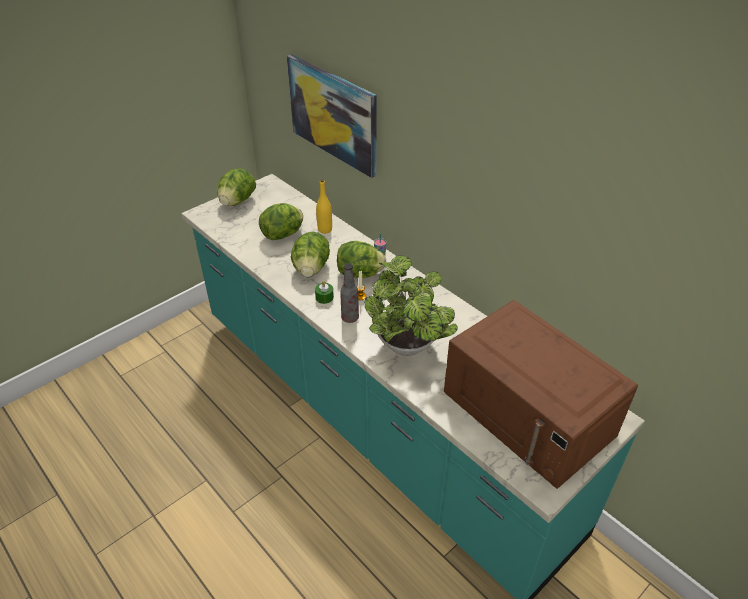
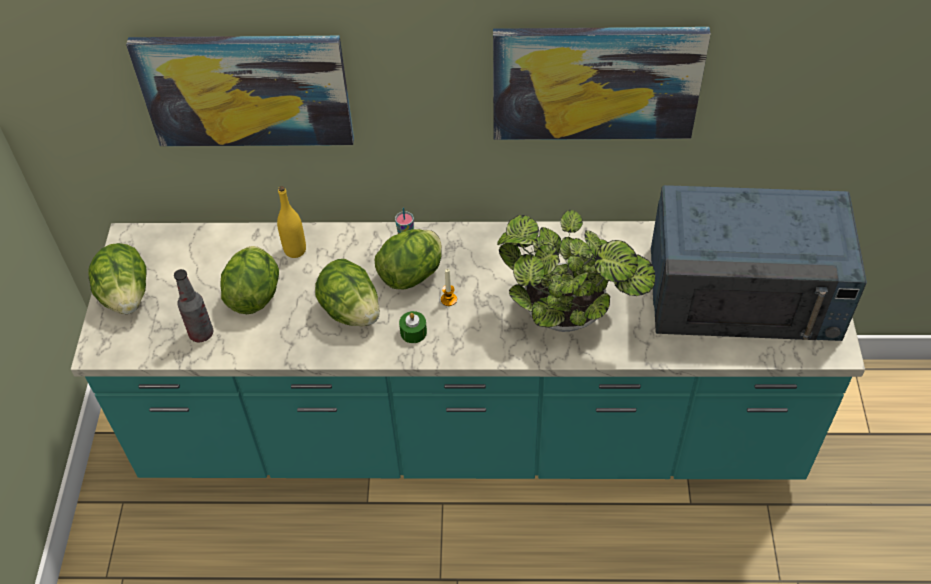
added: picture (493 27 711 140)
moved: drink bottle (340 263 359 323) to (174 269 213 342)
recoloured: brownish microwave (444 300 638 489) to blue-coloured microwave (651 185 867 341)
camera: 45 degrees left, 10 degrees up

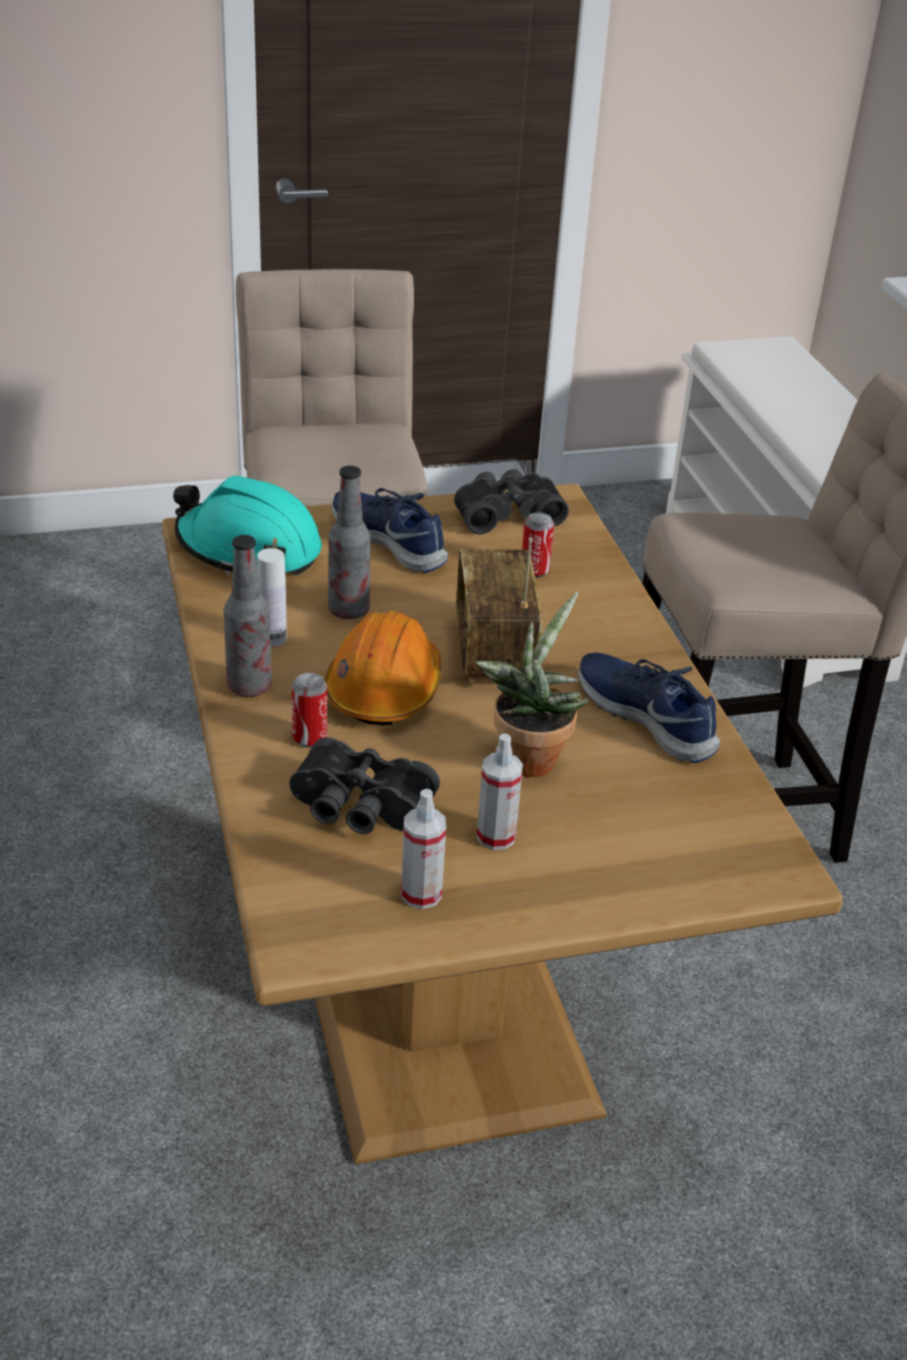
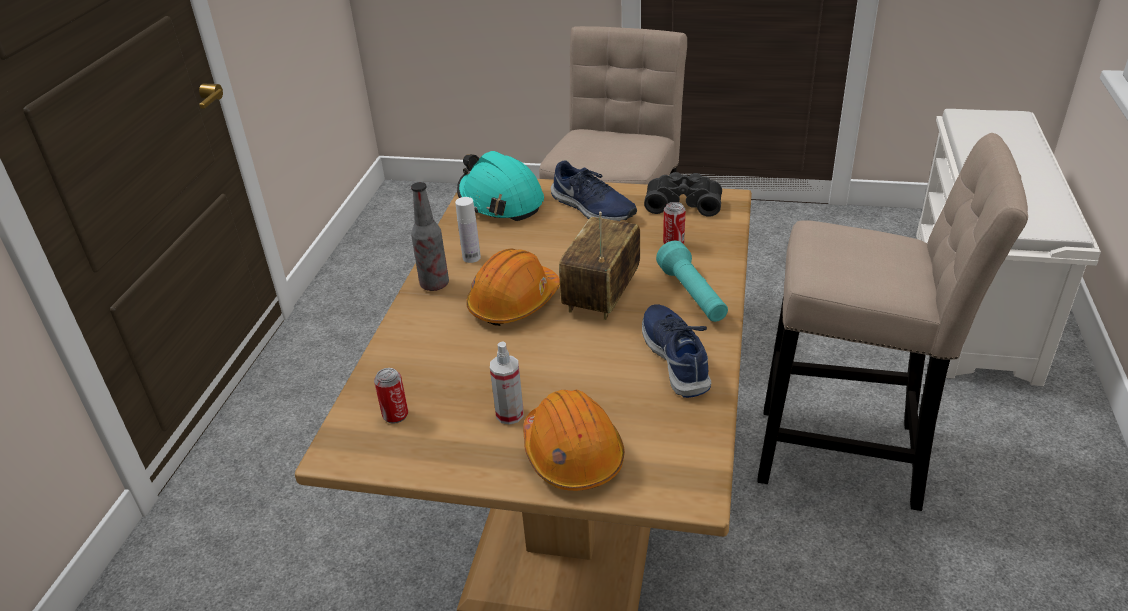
removed: drink bottle (328 466 371 619); potted plant (476 592 588 777); black-coloured pair of binoculars (289 737 440 834); hand sprayer (401 789 446 909)
added: turquoise-coloured flashlight (656 241 728 322); orangey hard hat (523 390 625 491)
moved: can (292 673 327 748) to (374 368 408 424)
turned: blue-coloured low shoe (332 488 448 573) = (551 160 637 221) 150 degrees clockwise
camera: 30 degrees right, 0 degrees up

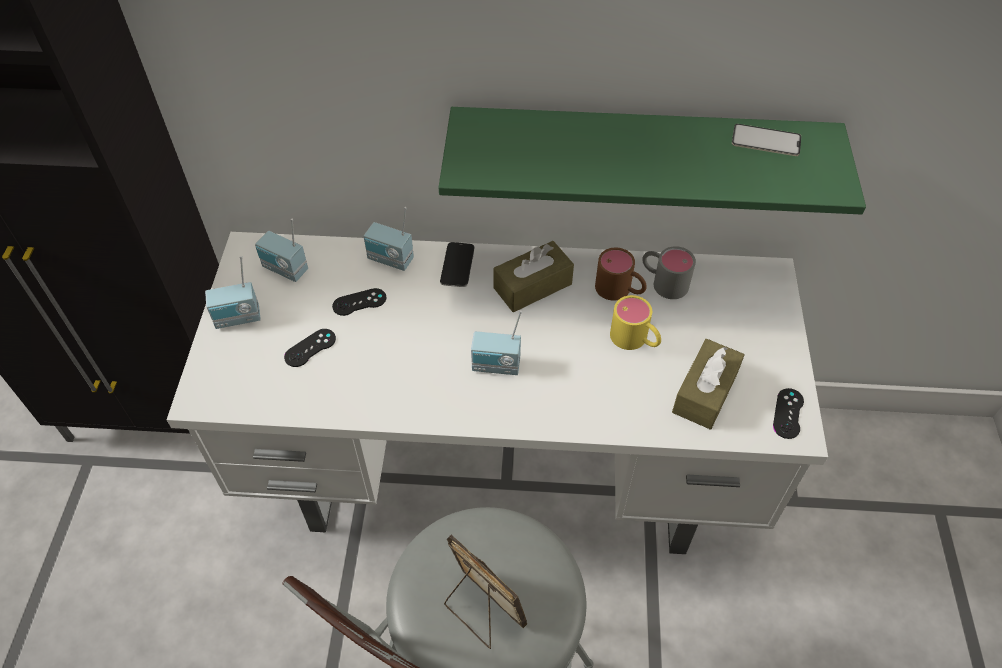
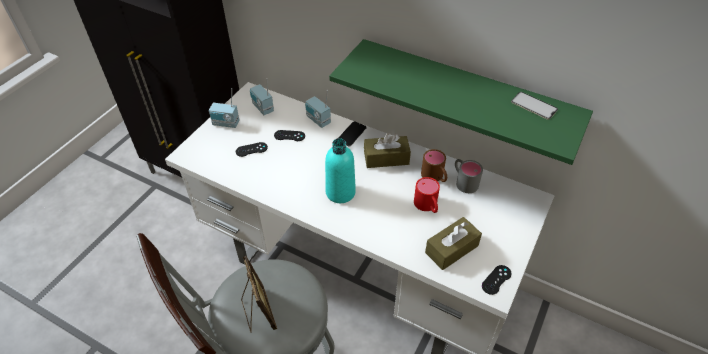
replaced: radio set (471 310 522 375) to turquoise-coloured drink bottle (325 138 356 203)
recoloured: yellowish coffee mug (610 295 661 350) to reddish coffee mug (414 177 440 213)
camera: 25 degrees right, 5 degrees down

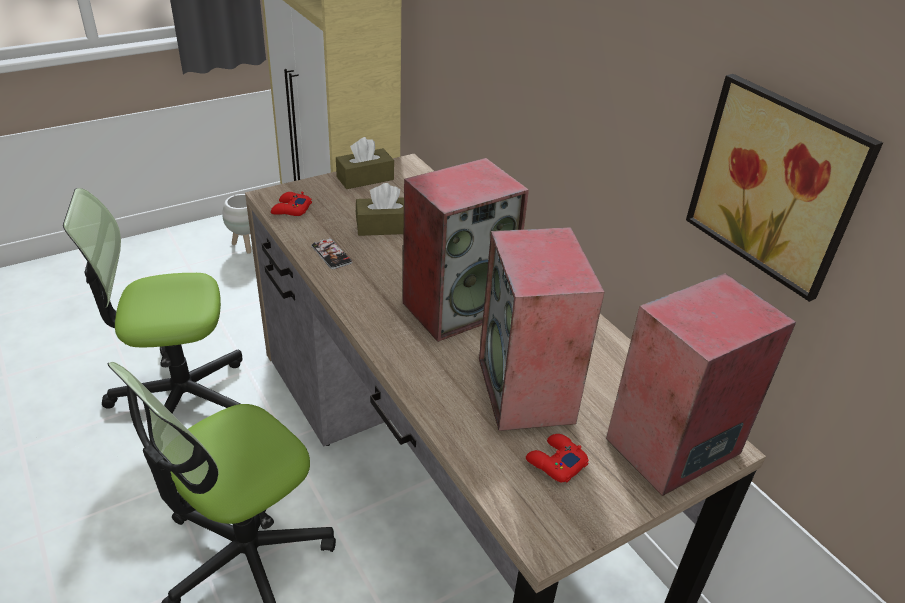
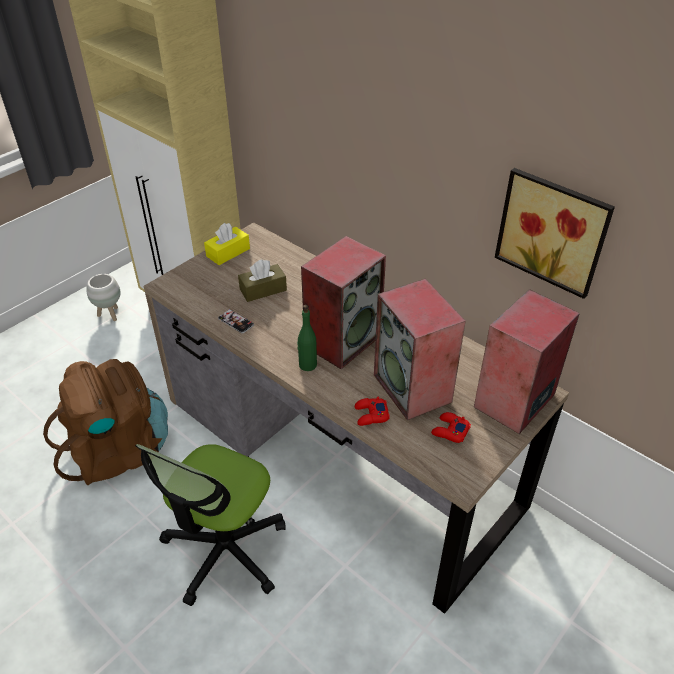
added: green drink bottle (297 305 317 371)
moved: reddish game controller (271 191 312 216) to (355 397 390 426)
replaced: desk chair (63 188 243 444) to brownish knapsack (43 359 168 485)
recoloured: brownish tissue holder (336 137 394 189) to yellowish tissue holder (204 223 250 265)
camera: 15 degrees left, 5 degrees up

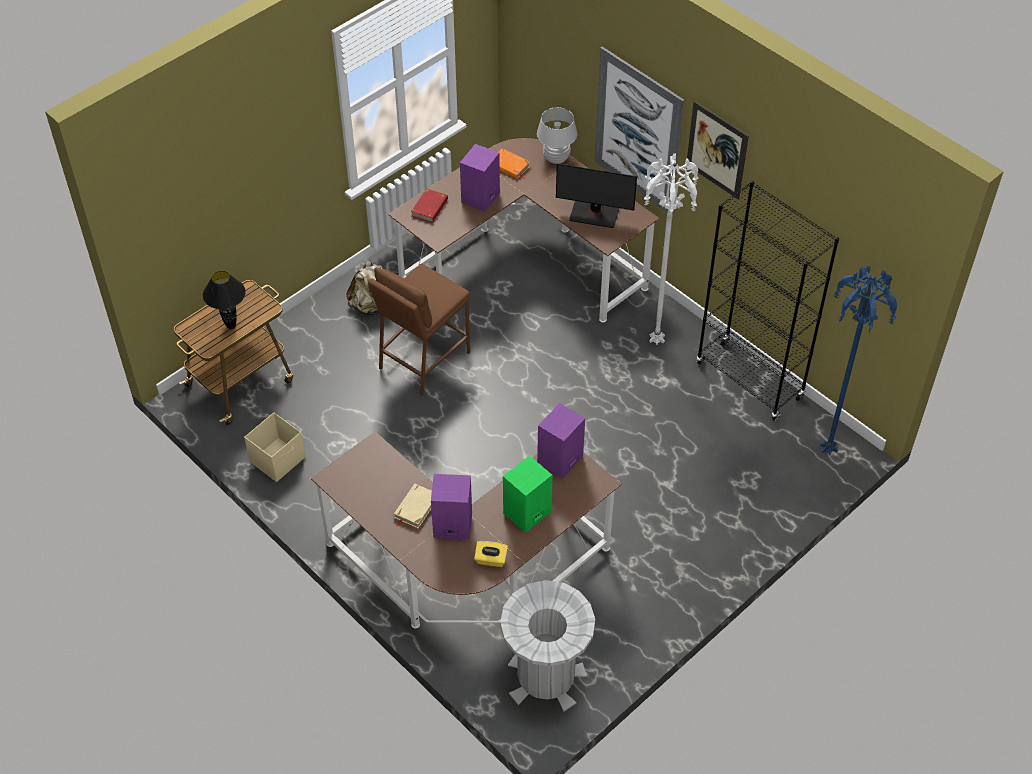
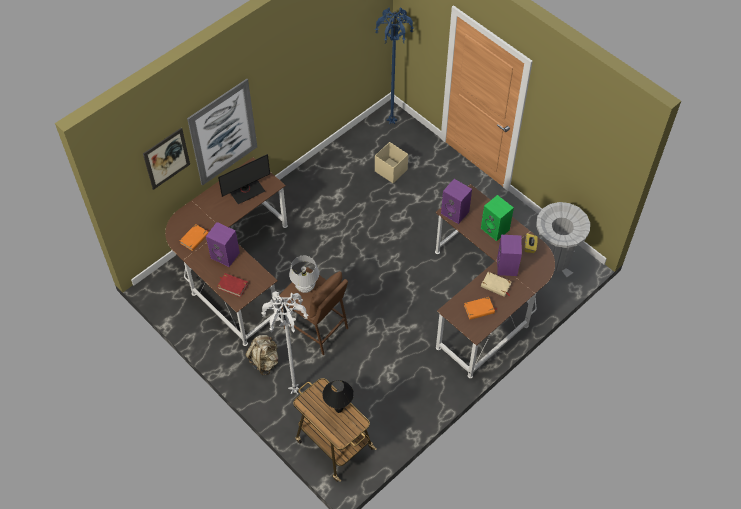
removed: black-coloured bookcase (697 181 839 421)
added: orangey book (464 297 497 320)
moved: picture (687 101 749 199) to (143 128 190 190); white table lamp (537 107 577 164) to (289 256 319 293); white standard lamp (644 154 699 346) to (261 291 309 394); beige-coloured storage container (244 412 305 482) to (375 142 408 183)
turned: monitor (556 163 637 228) = (218 154 270 204) 45 degrees clockwise
camera: 90 degrees left, 5 degrees up

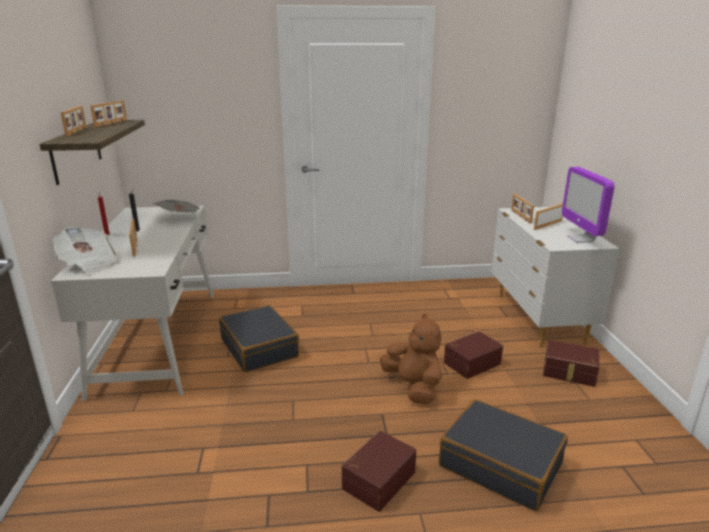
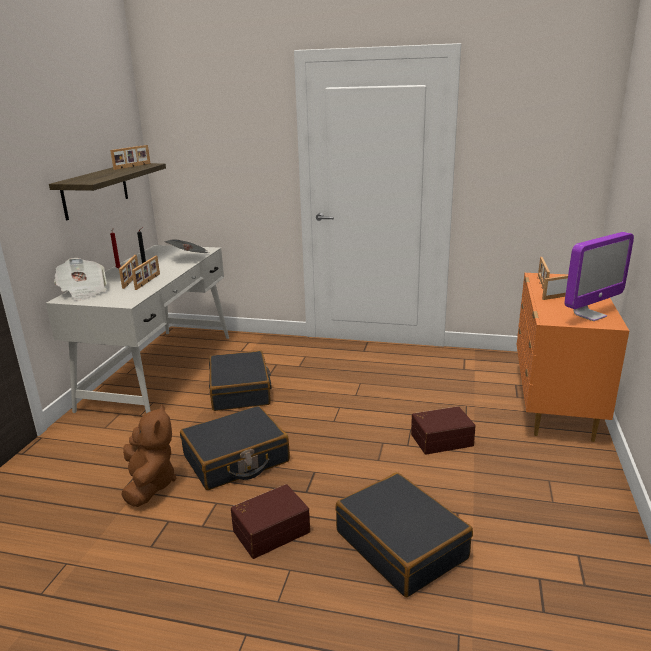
removed: brownish storage container (543 340 600 387)
added: black-coloured piece of luggage (180 406 290 490)
moved: standing frame (60 106 87 136) to (132 256 160 290); brownish cuddly toy (379 314 442 404) to (121 404 176 507)
recoloured: white dresser (491 207 620 347) to orangey dresser (517 273 629 442)
turned: monitor (562 167 615 243) = (564 232 634 321) 135 degrees counterclockwise
camera: 20 degrees right, 0 degrees up

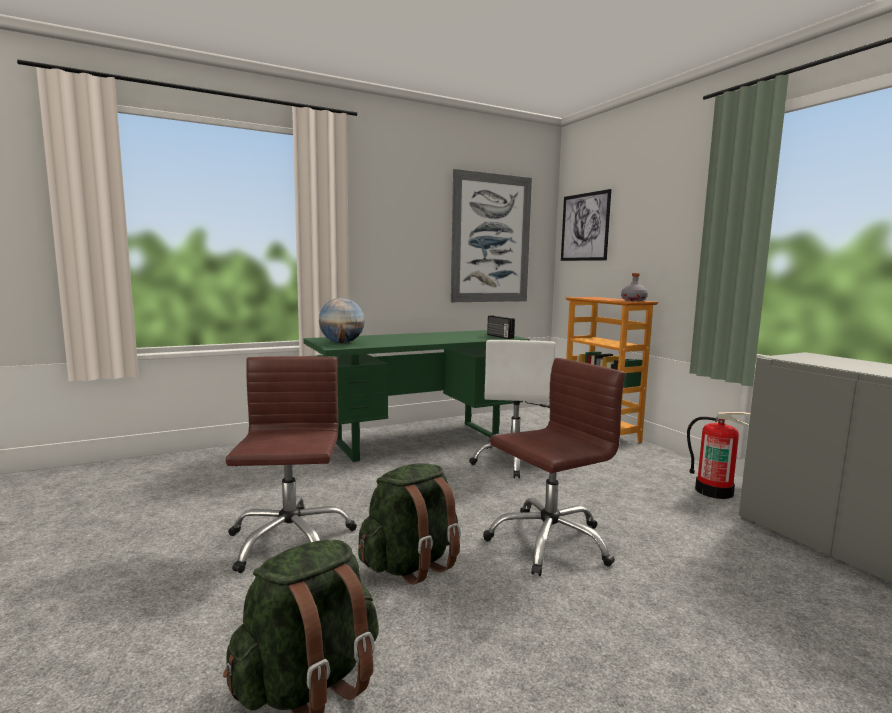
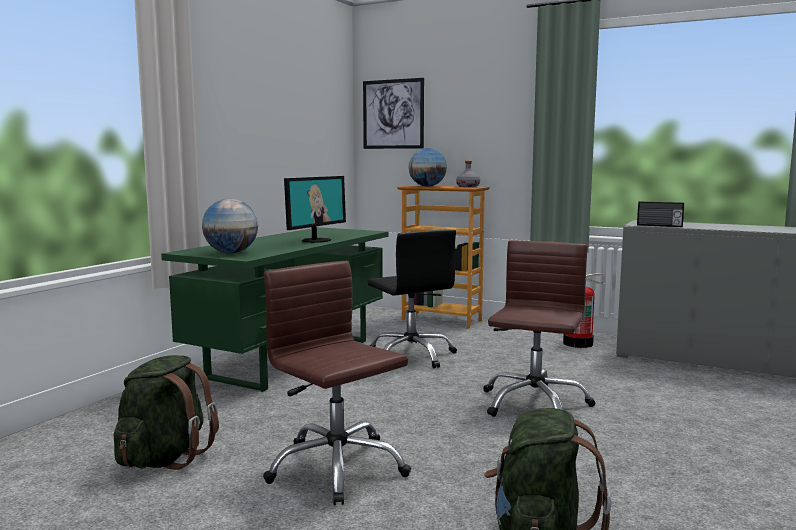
removed: picture (451 169 532 302)
added: globe (409 148 447 187); monitor (284 176 346 243)
moved: radio set (487 316 515 339) to (637 201 684 227); green knapsack (358 463 461 585) to (114 355 219 470)
recoloured: white desk chair (469 340 556 478) to black-coloured desk chair (368 229 457 368)
camera: 35 degrees left, 0 degrees up

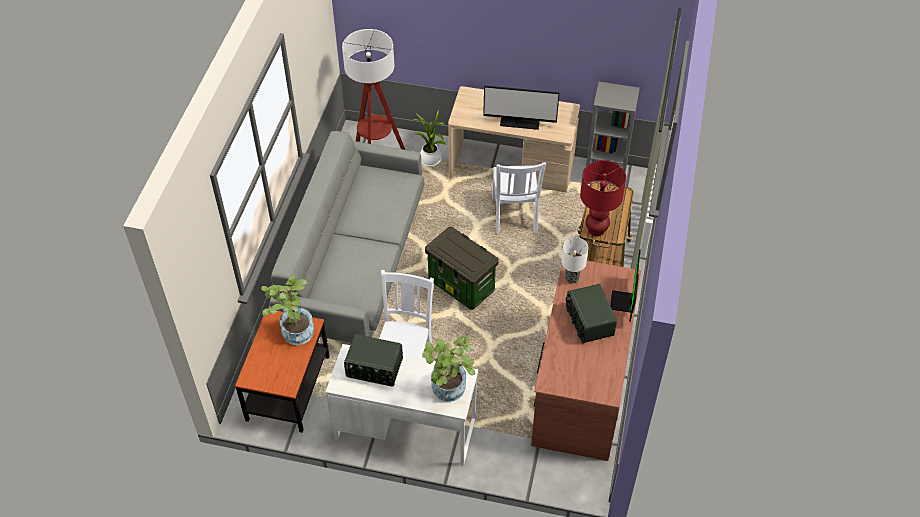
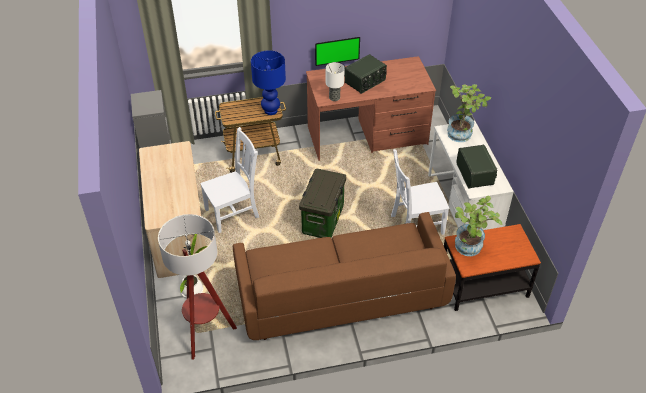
removed: monitor (483 86 560 130)
recoloured: grey couch (270 131 424 343) to brownish couch (233 212 456 340); reddish table lamp (580 160 626 236) to blue-coloured table lamp (251 50 286 115)
camera: 115 degrees left, 5 degrees down

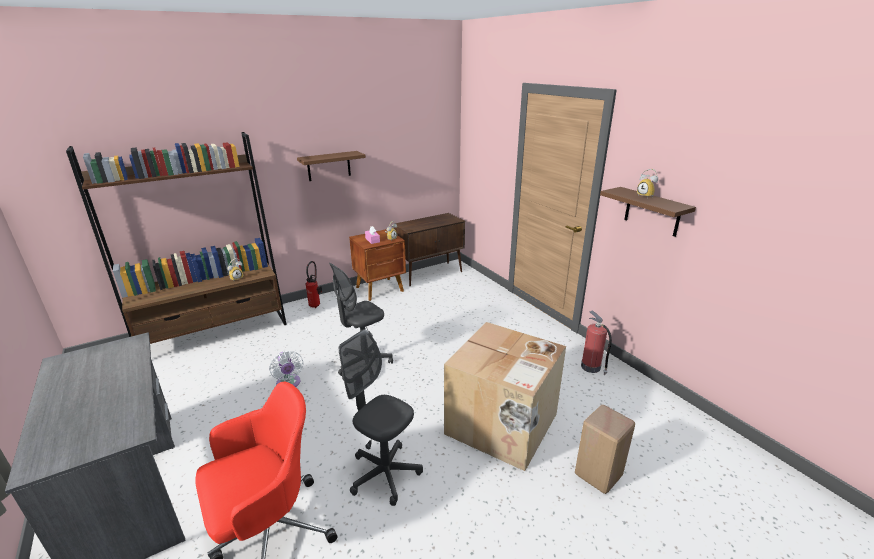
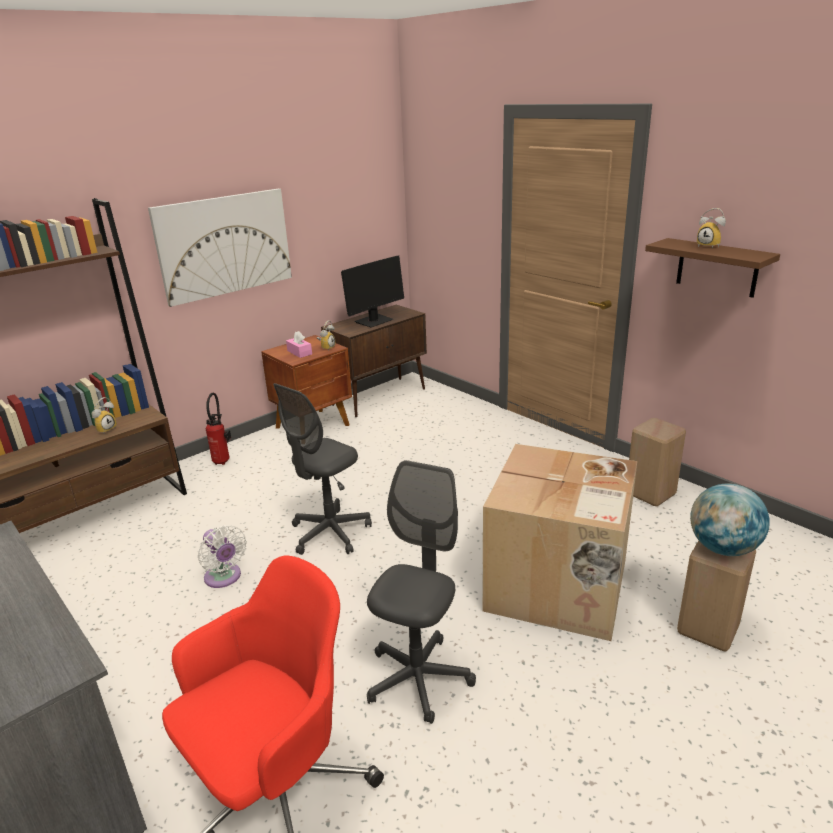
added: monitor (341 255 404 327); globe (690 484 770 556)
replaced: brownish bracket shelf (297 151 366 181) to picture (148 189 292 307); extinguisher (581 310 612 375) to beige-coloured stool (629 418 686 506)
turned: grey desk chair (339 329 423 506) = (367 460 476 724) 90 degrees clockwise
camera: 10 degrees left, 0 degrees up

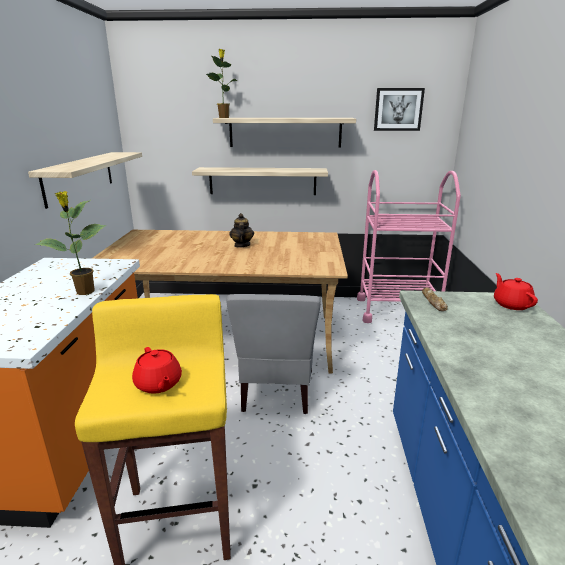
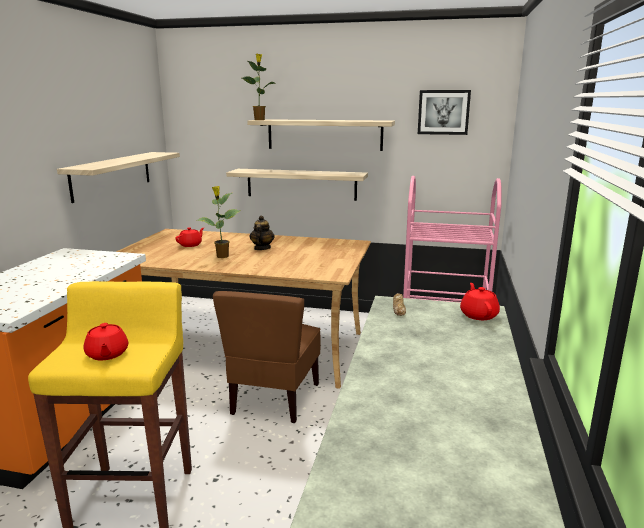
added: reddish teapot (176 227 204 247)
moved: potted plant (35 191 106 295) to (197 186 241 258)
recoloured: grey chair (226 294 321 414) to brownish chair (213 291 321 423)
camera: 10 degrees right, 5 degrees down

